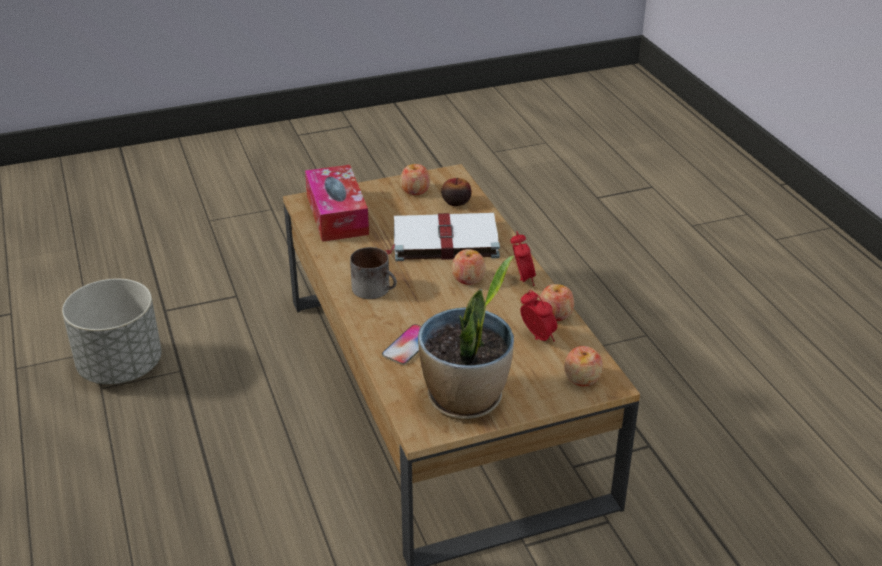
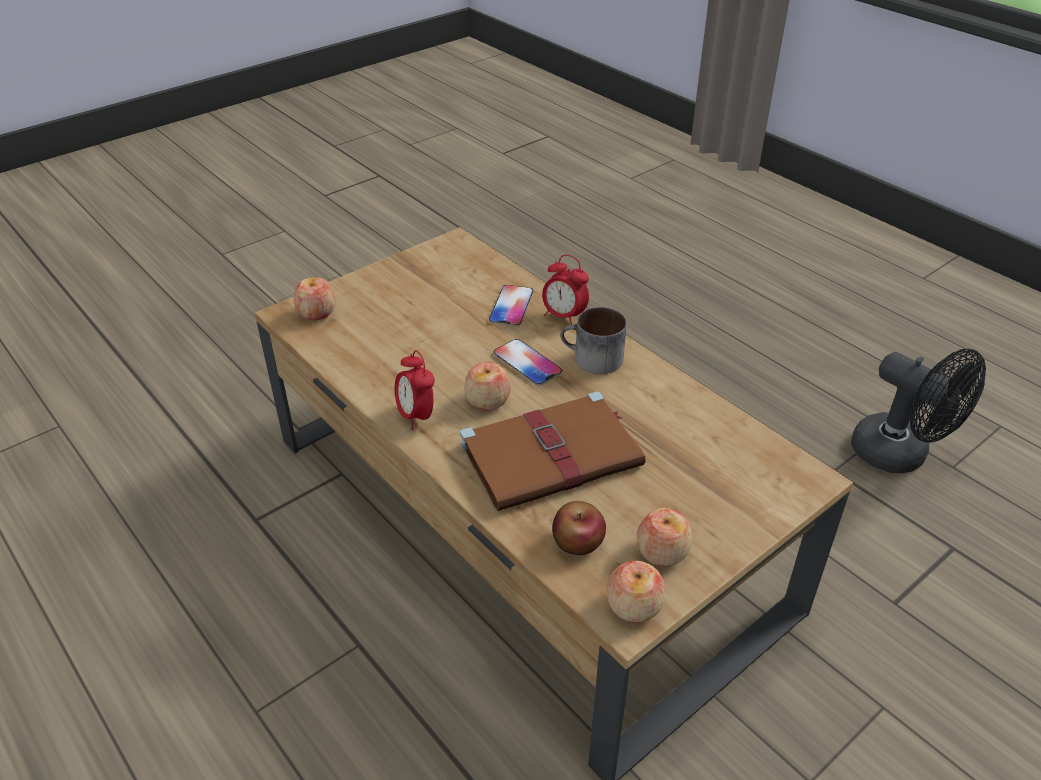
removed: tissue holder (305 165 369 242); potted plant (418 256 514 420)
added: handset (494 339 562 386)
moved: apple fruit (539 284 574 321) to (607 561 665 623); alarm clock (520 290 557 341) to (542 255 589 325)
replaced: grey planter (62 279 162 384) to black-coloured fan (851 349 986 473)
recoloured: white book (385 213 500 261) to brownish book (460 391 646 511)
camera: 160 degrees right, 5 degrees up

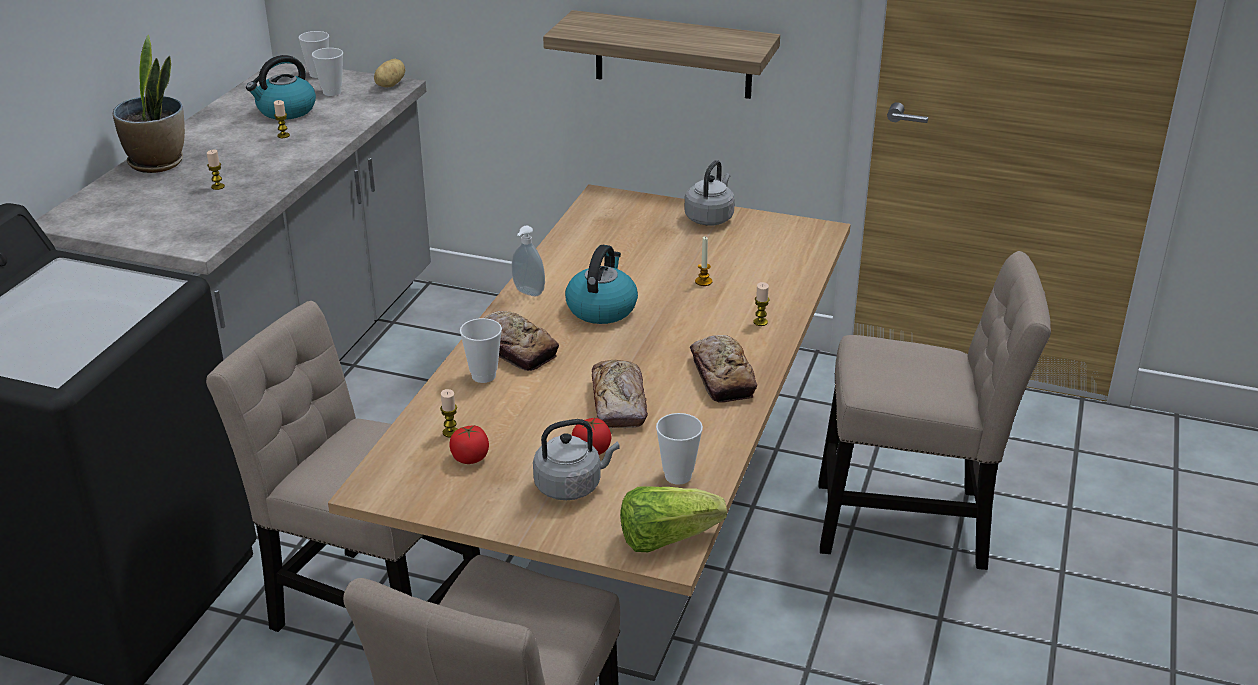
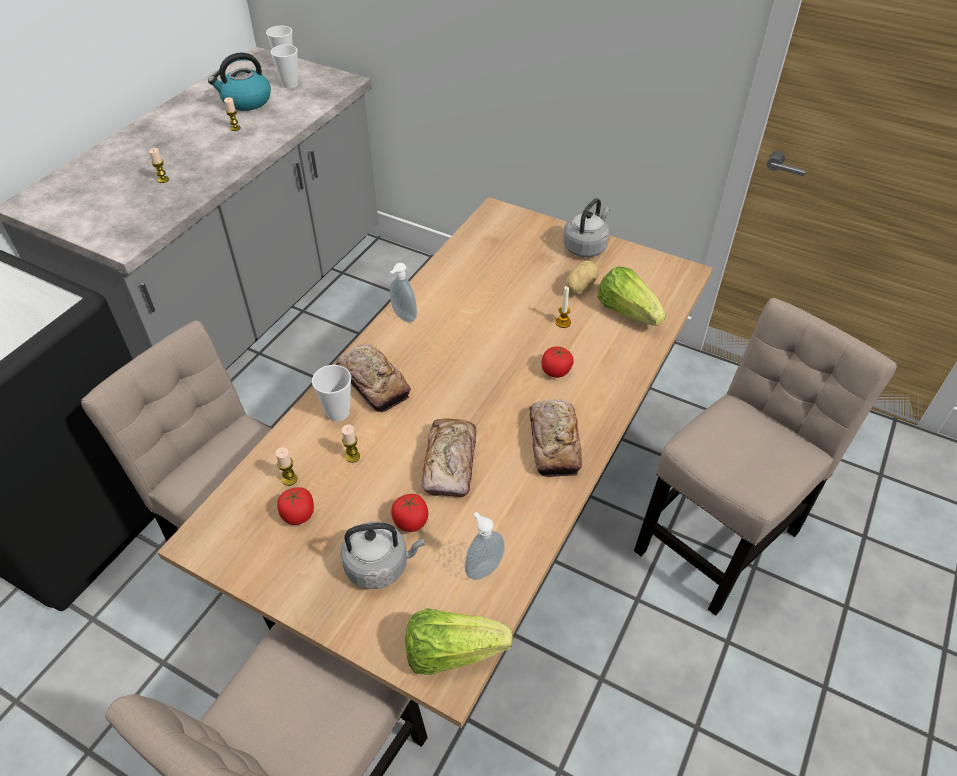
removed: bracket shelf (543 10 780 99); potted plant (113 35 185 173); water kettle (565 245 638 324)
added: lettuce (597 267 666 326); whole tomato (542 346 574 378)
moved: whole potato (374 59 405 87) to (565 260 599 294); candle (753 282 769 326) to (342 424 360 463)
replaced: drinking cup (656 413 703 485) to liquid soap bottle (465 512 505 580)
turned: beige-coloured chair (819 251 1051 570) = (634 298 897 616) 60 degrees counterclockwise
camera: 10 degrees right, 15 degrees up

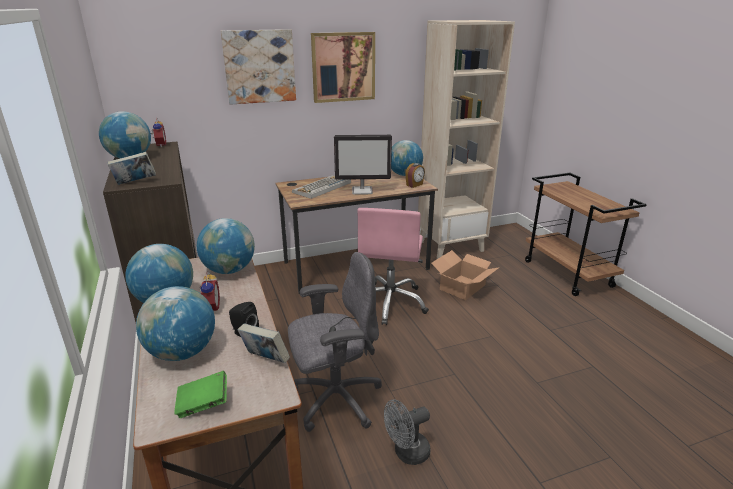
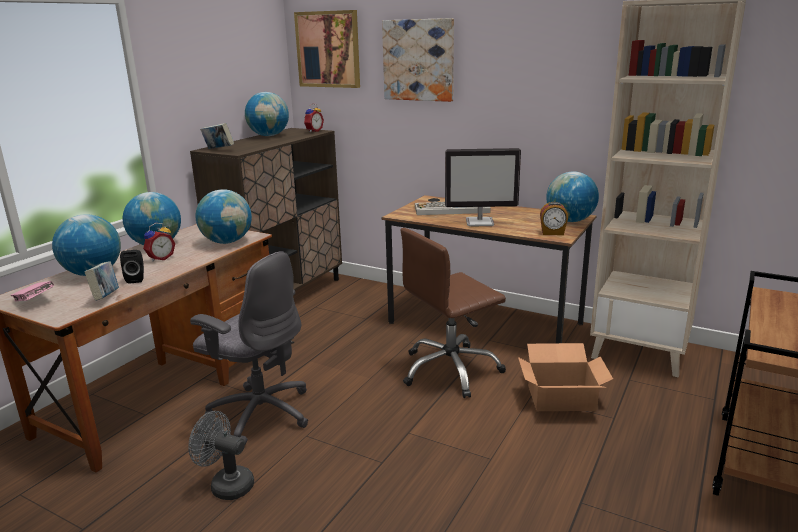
moved: picture (311 32 375 103) to (294 10 360 88)
recoloured: pink-coloured desk chair (357 208 429 325) to brownish desk chair (401 228 506 398); green book (174 371 227 418) to pink-coloured book (11 281 54 301)
turned: monitor (334 135 392 195) = (445 148 521 226) 45 degrees counterclockwise
camera: 50 degrees right, 5 degrees down

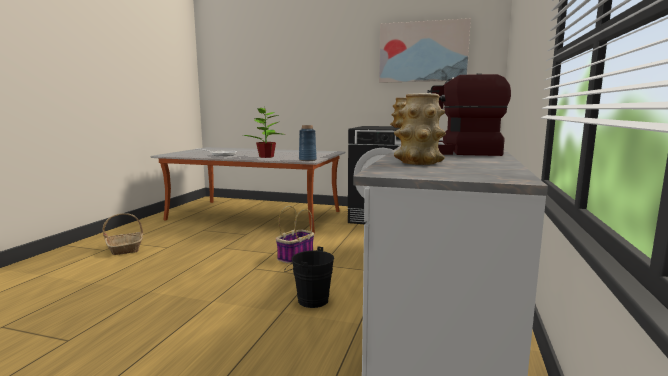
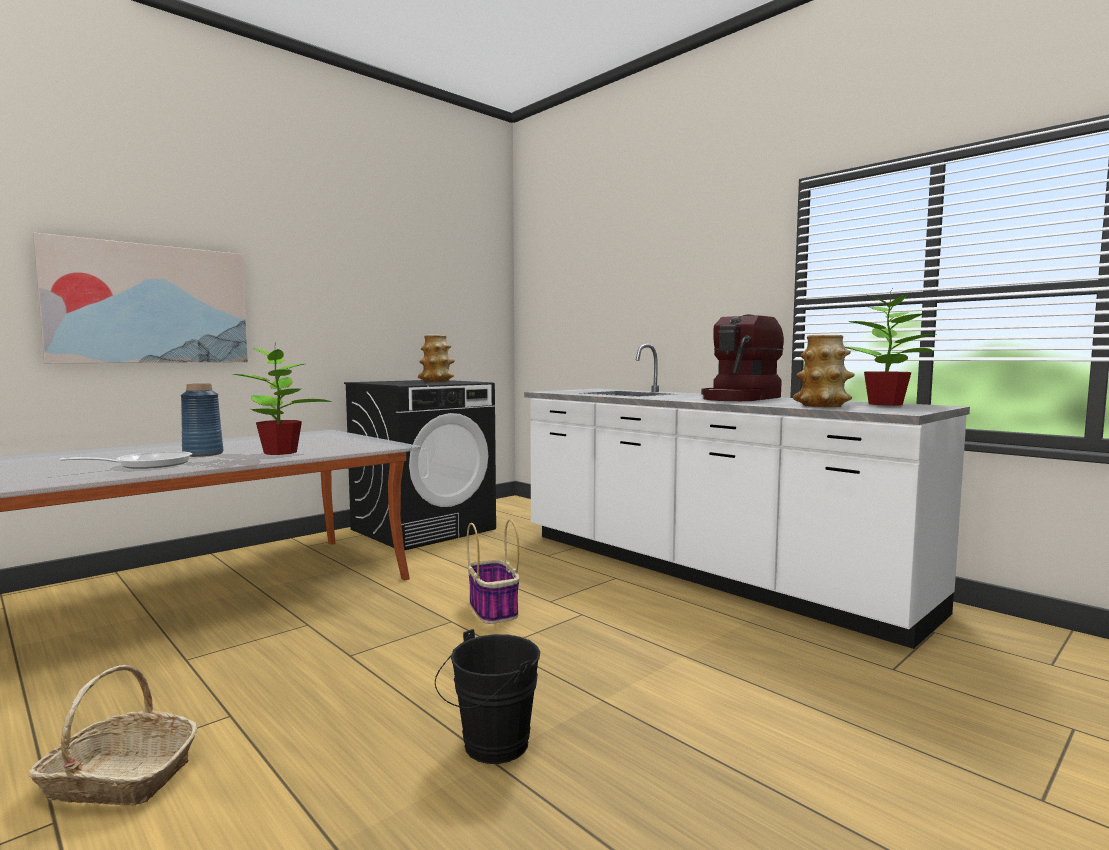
added: potted plant (845 289 937 406)
moved: picture (379 18 471 83) to (33 233 248 363); blue-coloured flower vase (299 125 317 161) to (181 383 223 457); black-coloured water bucket (284 247 334 308) to (435 629 540 764)
camera: 60 degrees left, 5 degrees down

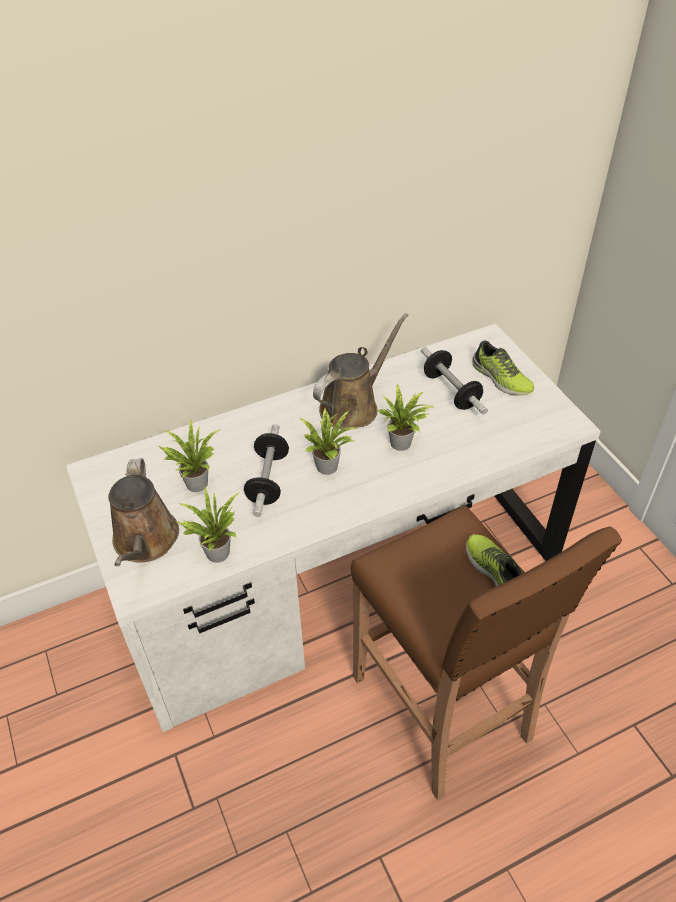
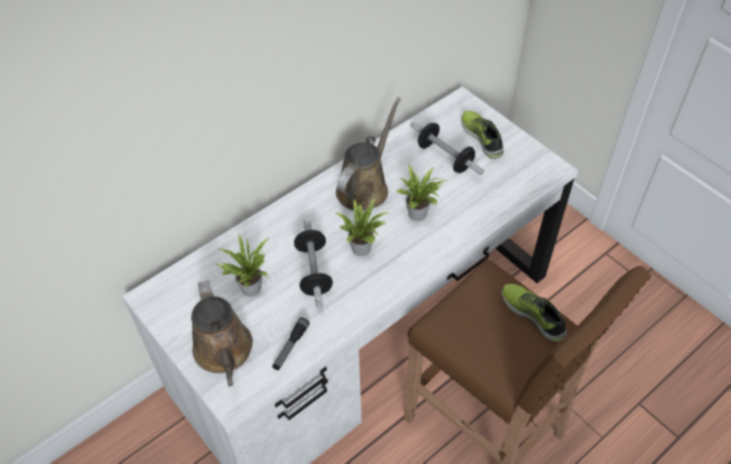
replaced: potted plant (175 486 239 563) to flashlight (272 317 310 370)
turned: low shoe (472 341 534 395) = (461 111 504 159) 150 degrees counterclockwise
camera: 15 degrees left, 5 degrees up

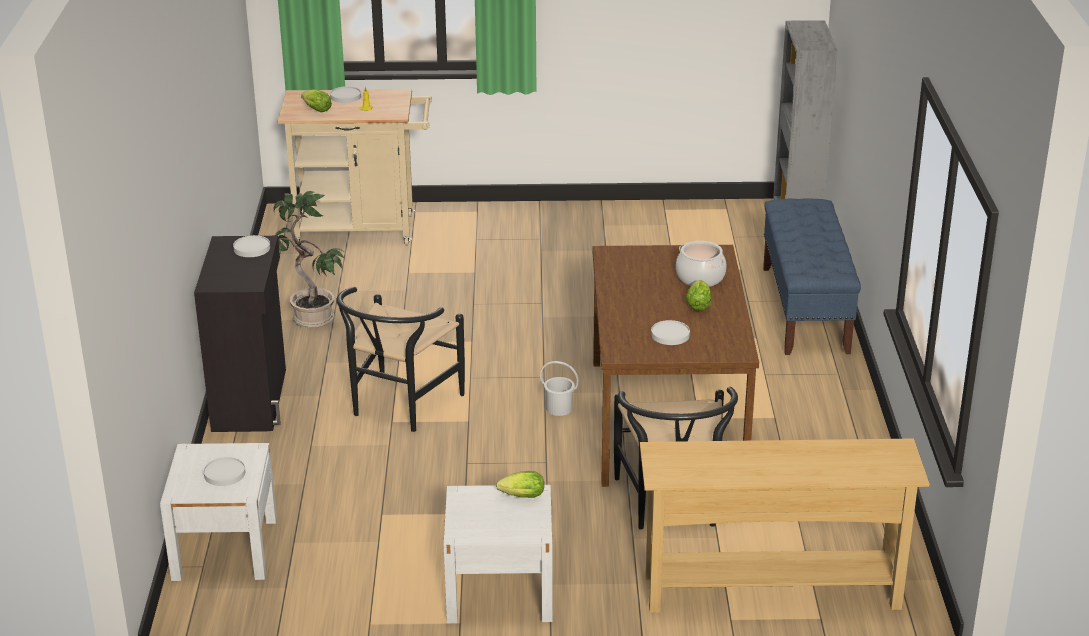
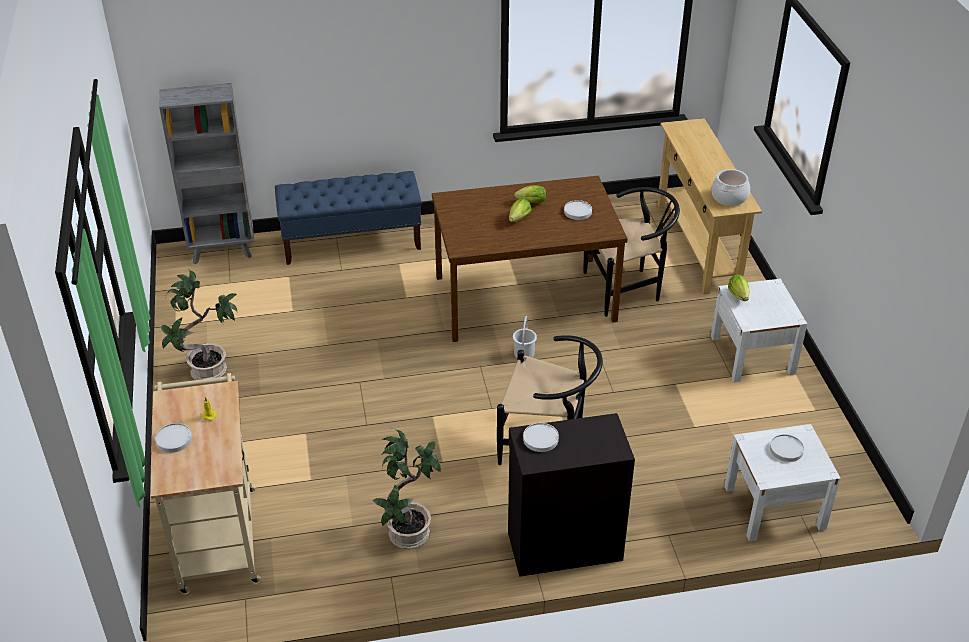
added: potted plant (161 269 237 380)
moved: lettuce (301 89 332 112) to (509 198 532 222); saucepot (676 241 726 287) to (711 169 750 206)
camera: 100 degrees left, 10 degrees up

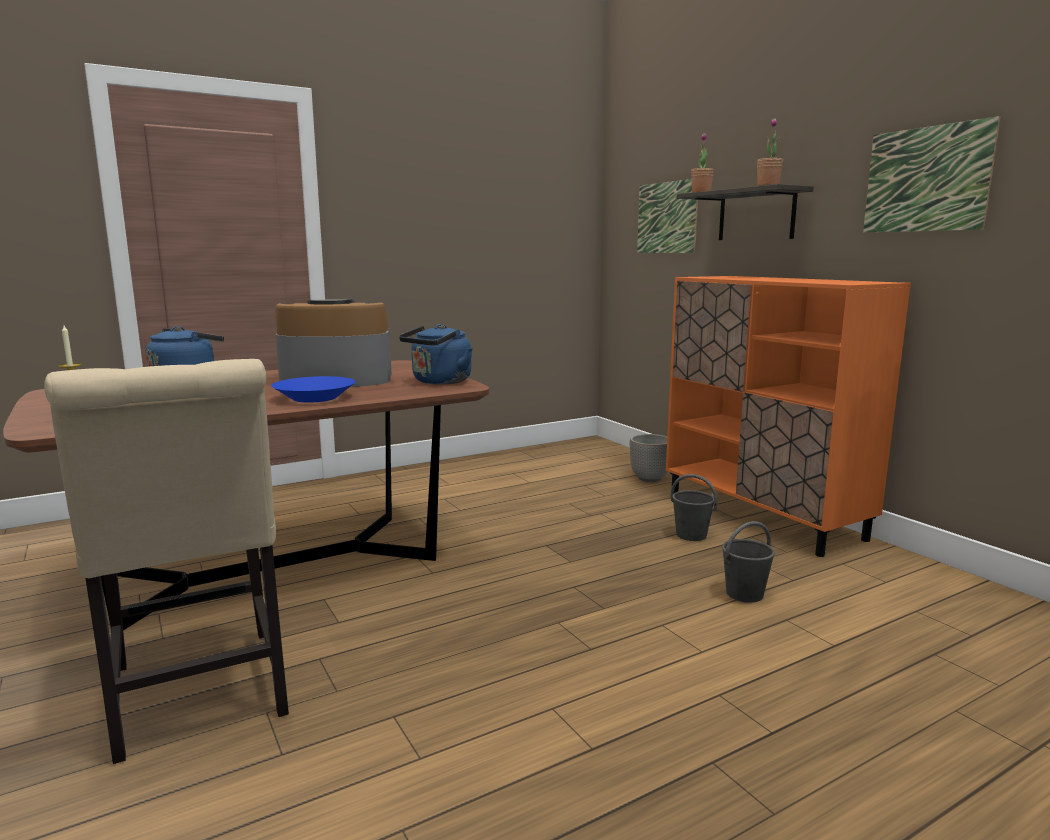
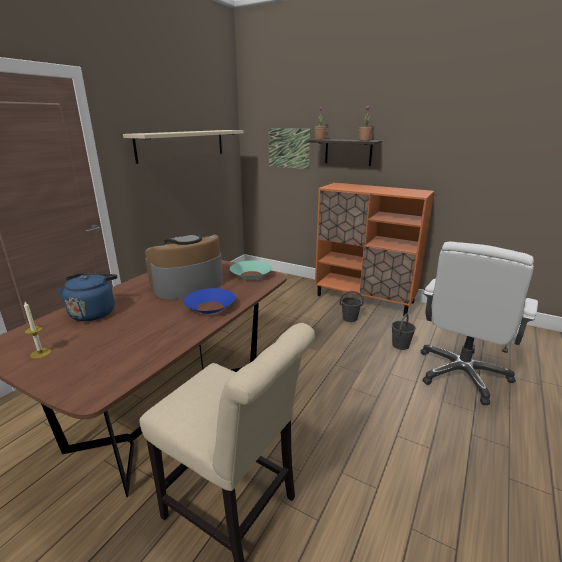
removed: picture (863 116 1001 233); planter (630 434 668 482)
added: beige-coloured bracket shelf (123 130 244 164); white desk chair (421 242 538 405)
replaced: blue-coloured water kettle (399 324 472 385) to turquoise-coloured deep dish (230 261 272 280)
camera: 30 degrees left, 10 degrees up

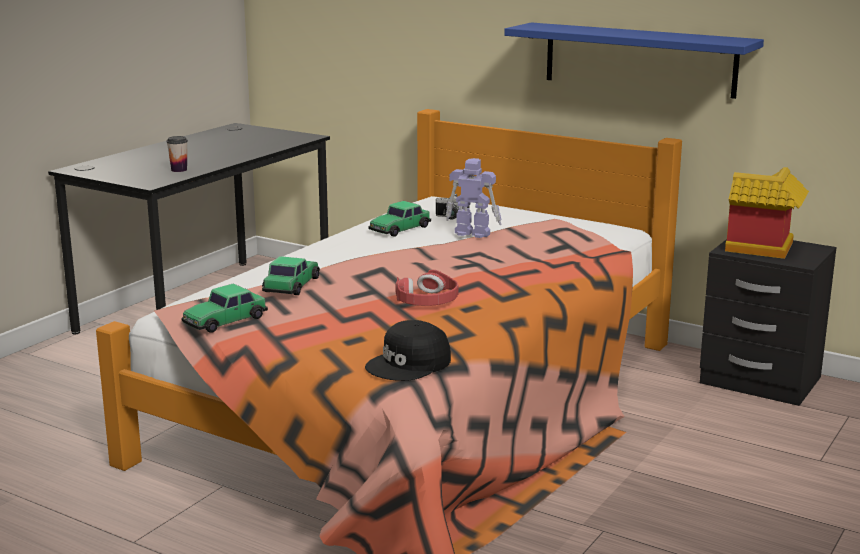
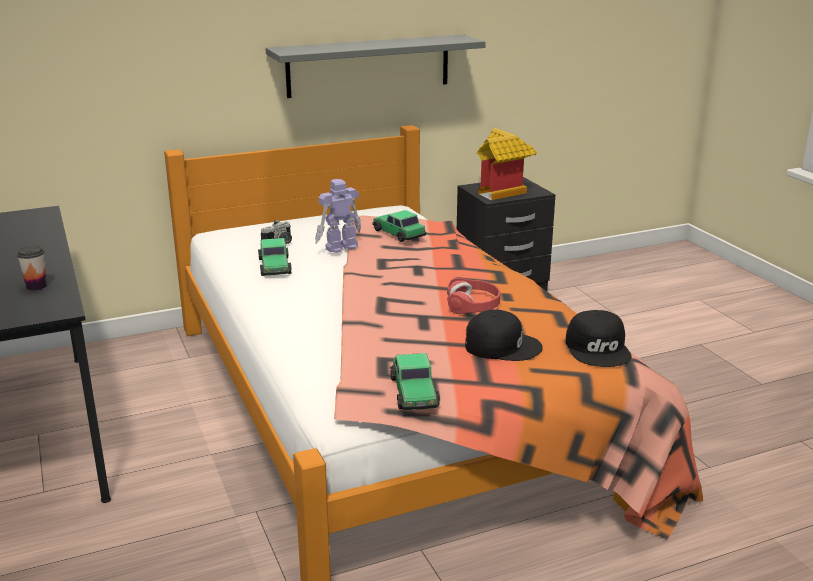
added: black-coloured baseball cap (465 309 543 361)
moved: miniature car (262 256 320 295) to (372 210 426 242)
recoloured: blue-coloured bracket shelf (504 22 764 99) to grey bracket shelf (265 34 486 98)
camera: 55 degrees left, 5 degrees up

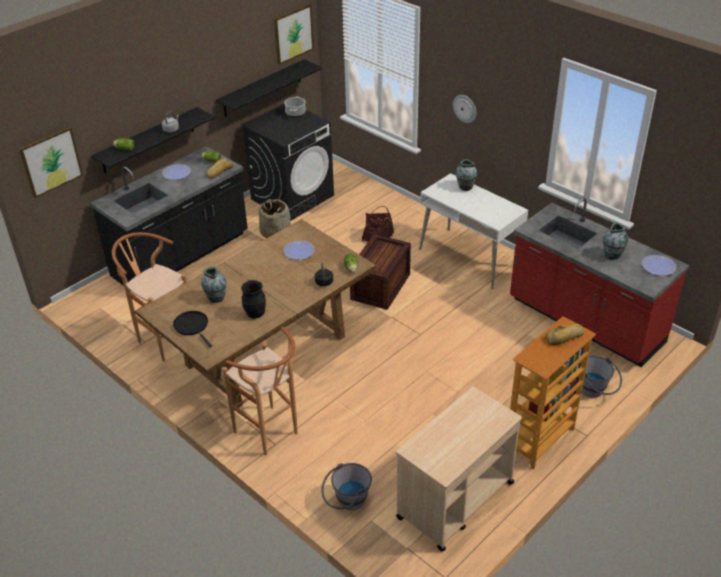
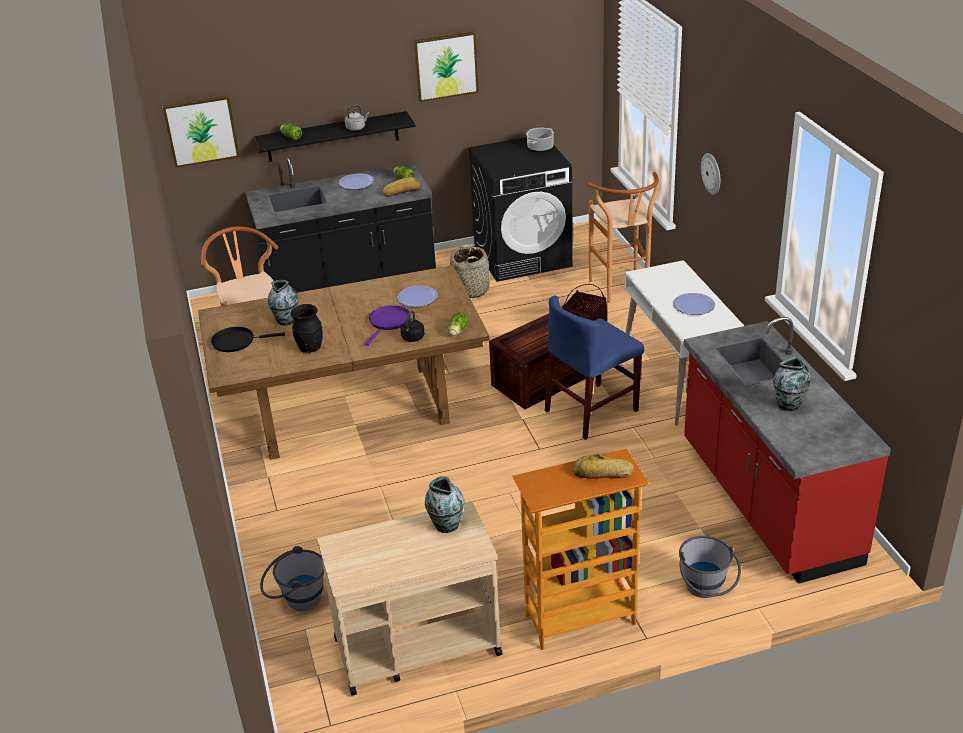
removed: black-coloured bracket shelf (216 59 323 117)
added: blue-coloured chair (545 295 644 440); purplish frying pan (365 305 410 346)
moved: picture (274 4 314 65) to (414 31 479 102); flower vase (456 159 477 191) to (425 476 464 533); flat dish (641 255 676 276) to (673 293 715 315); brownish stool (223 327 298 455) to (588 172 659 303)
turned: black-coloured frying pan (173 311 212 348) = (211 327 285 352) 90 degrees counterclockwise
camera: 30 degrees right, 5 degrees down

